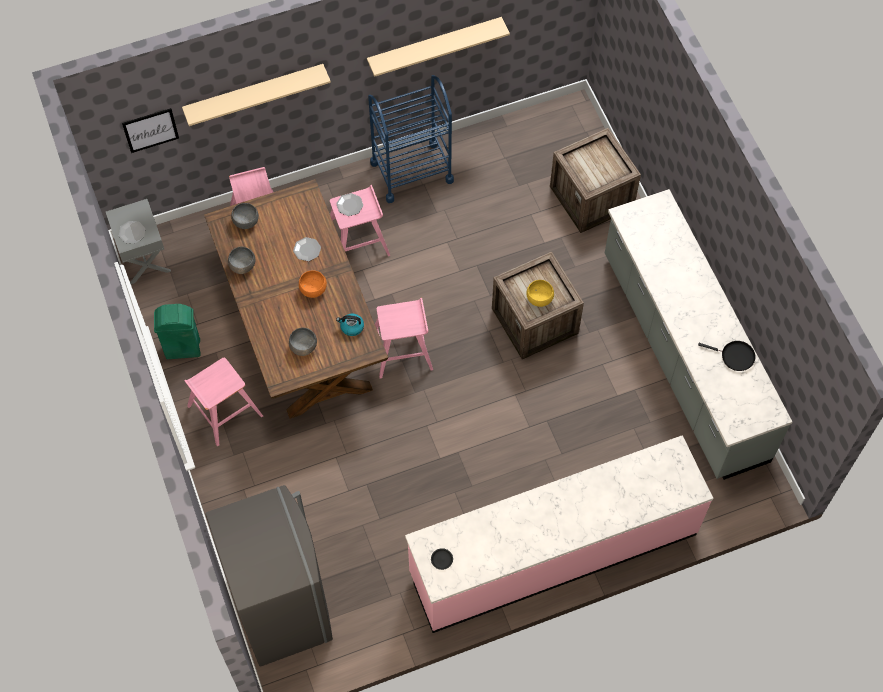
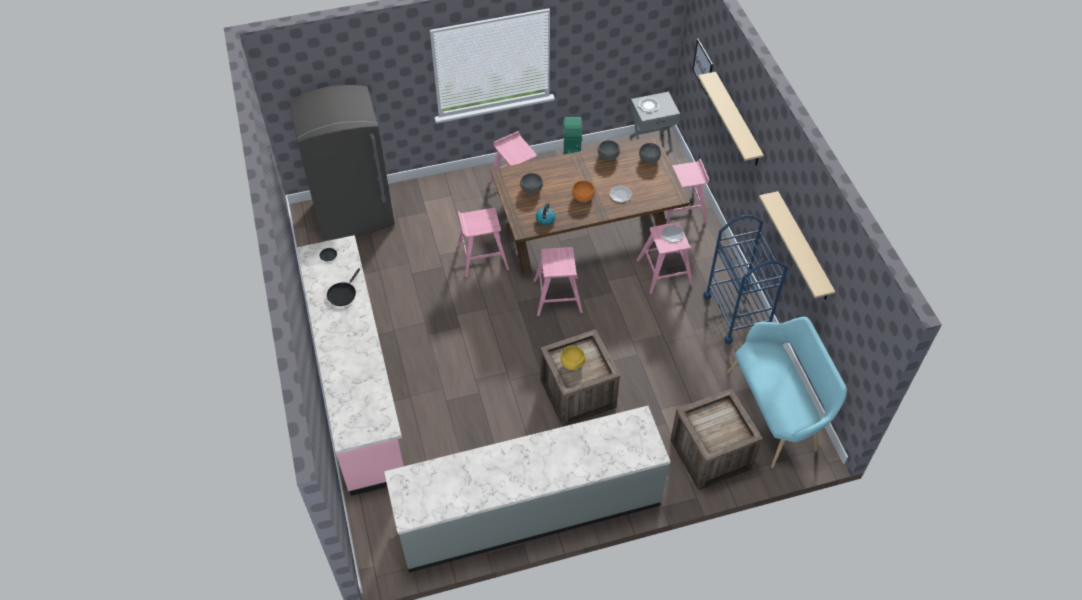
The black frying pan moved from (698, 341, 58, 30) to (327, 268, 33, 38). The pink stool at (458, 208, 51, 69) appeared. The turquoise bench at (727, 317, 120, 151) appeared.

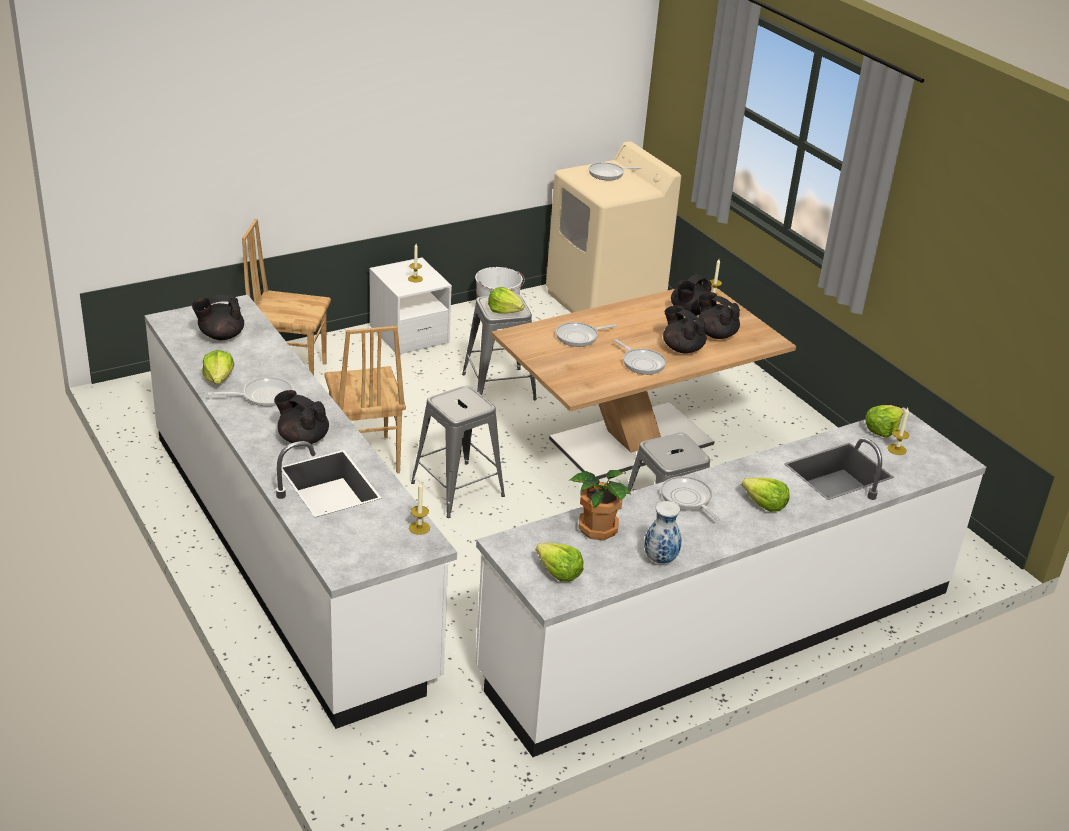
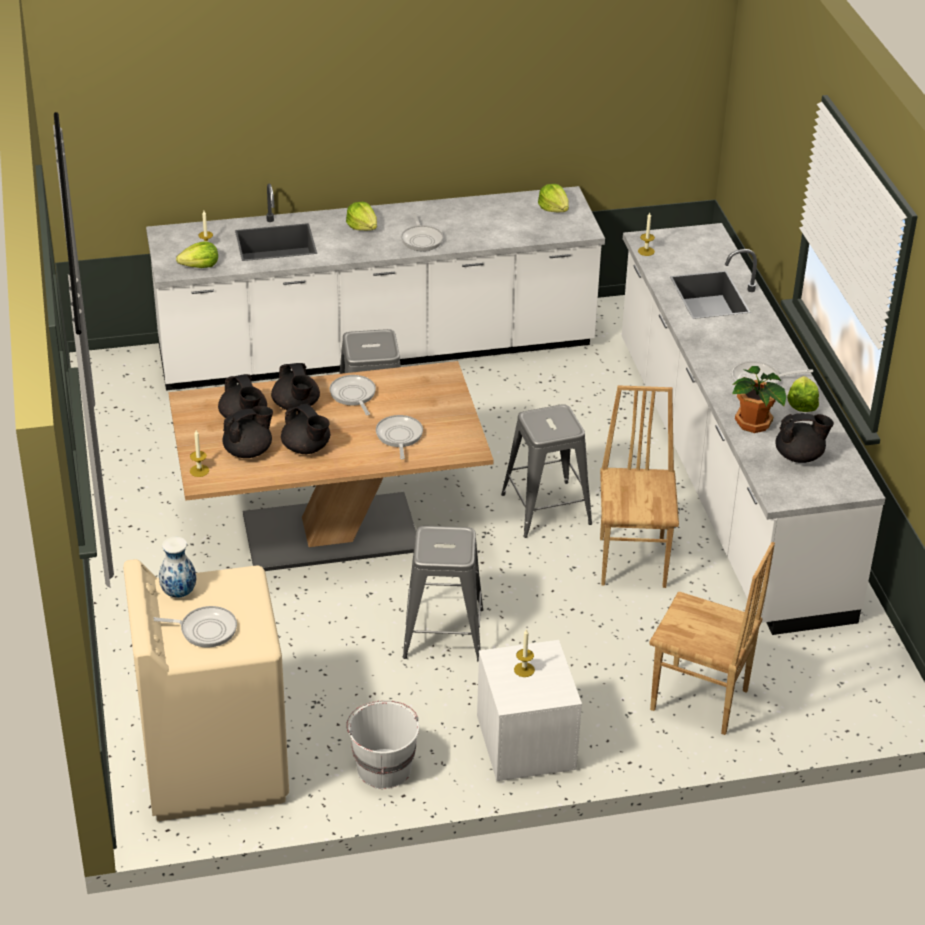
The black teapot moved from (274, 390, 55, 54) to (281, 403, 49, 51). The lettuce at (488, 287, 37, 27) disappeared. The frying pan at (556, 322, 61, 25) turned 90 degrees counterclockwise. The potted plant moved from (568, 470, 64, 70) to (732, 366, 54, 67). The vase moved from (644, 501, 37, 63) to (159, 537, 37, 61).

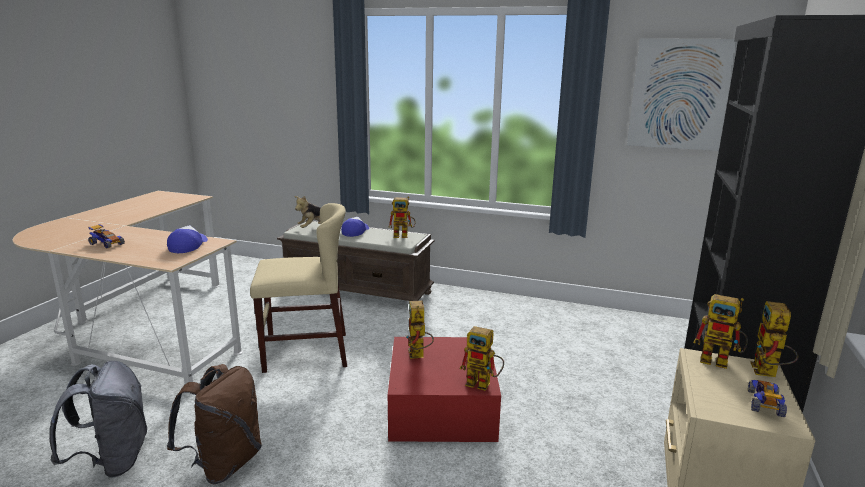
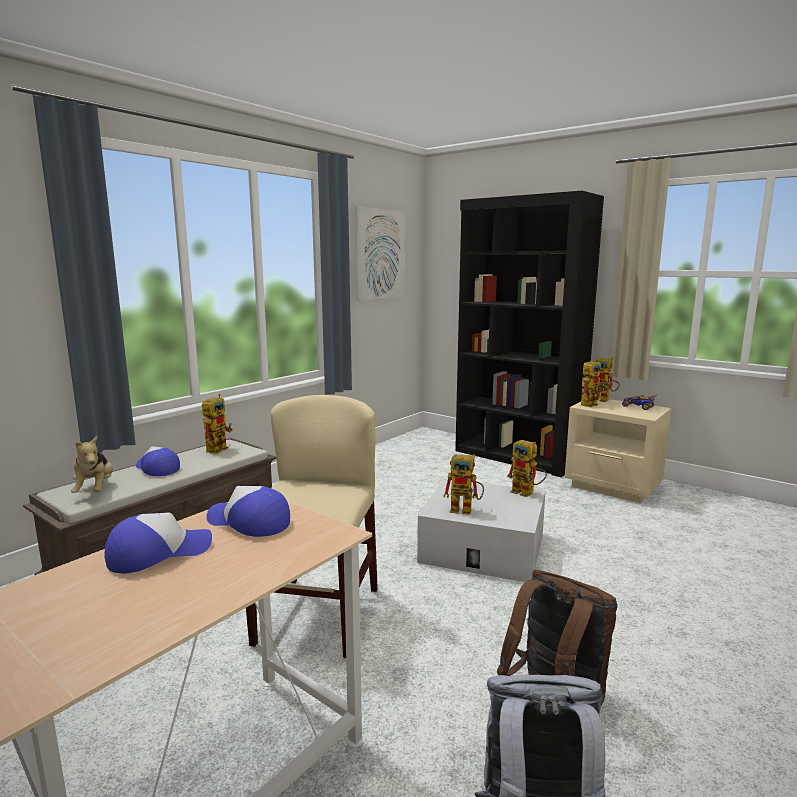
The toy car at (88, 224, 37, 24) disappeared. The red storage box at (388, 337, 113, 105) became the white storage box at (417, 478, 129, 104). The toy robot at (460, 326, 44, 65) turned 90 degrees clockwise. The cap at (104, 513, 108, 61) appeared.

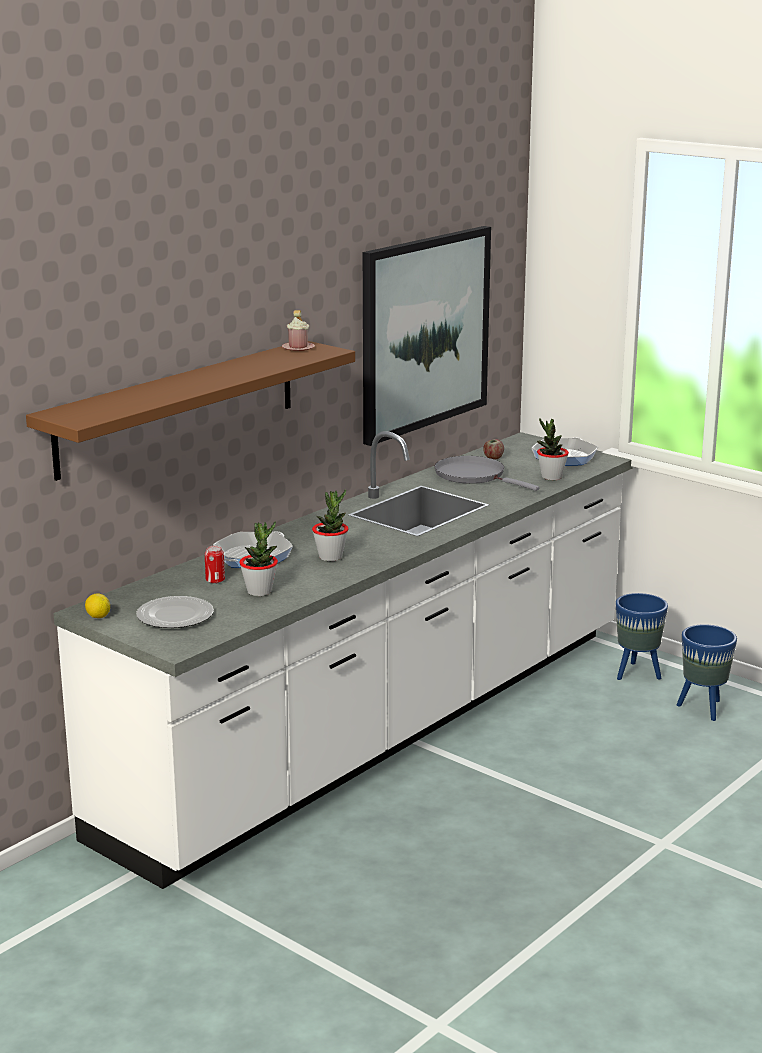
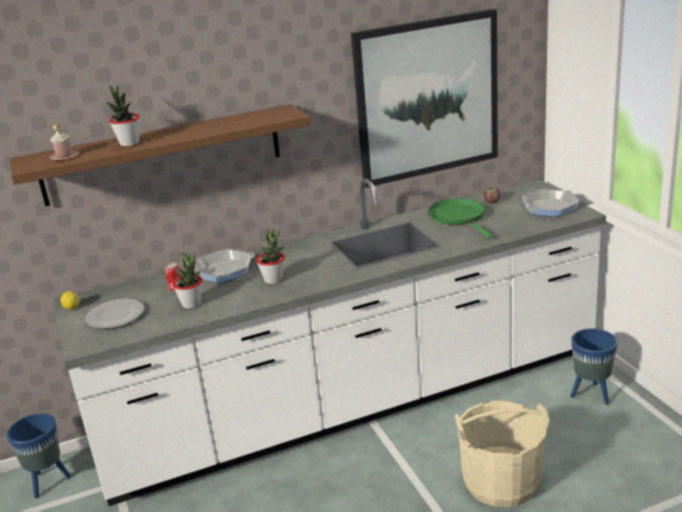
The pink mug moved from (282, 310, 33, 41) to (49, 124, 30, 37). The grey frying pan at (434, 456, 105, 35) became the green frying pan at (428, 198, 64, 40). The potted plant moved from (537, 418, 32, 63) to (106, 84, 34, 62). The blue planter moved from (677, 624, 60, 97) to (7, 413, 64, 85). The beige bucket at (455, 401, 94, 106) appeared.

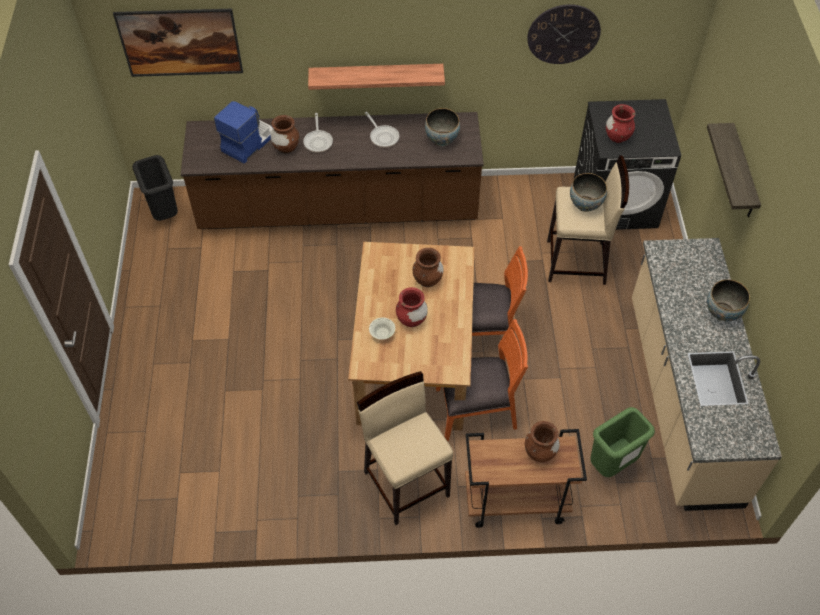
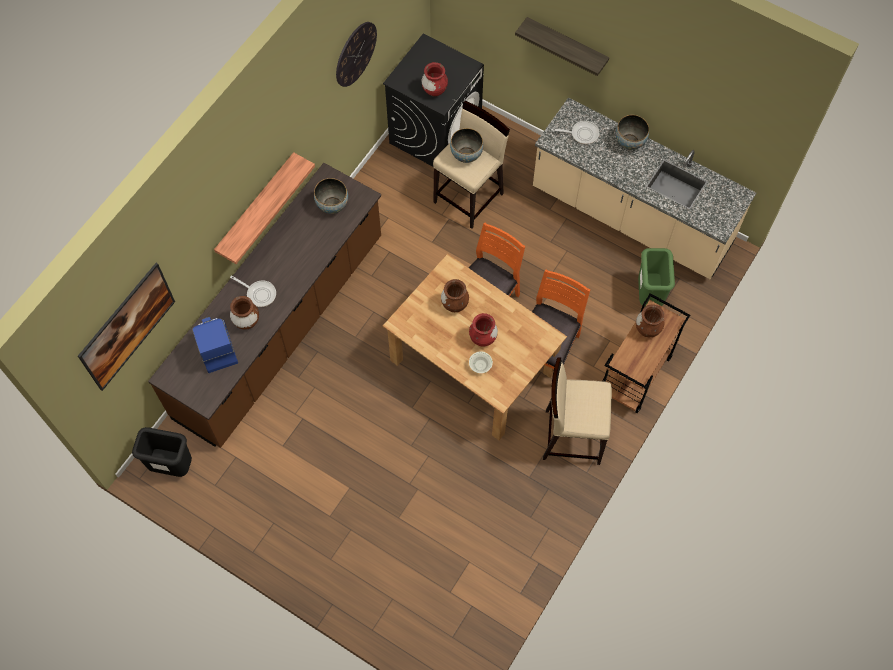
The frying pan moved from (365, 112, 34, 36) to (551, 121, 48, 23).

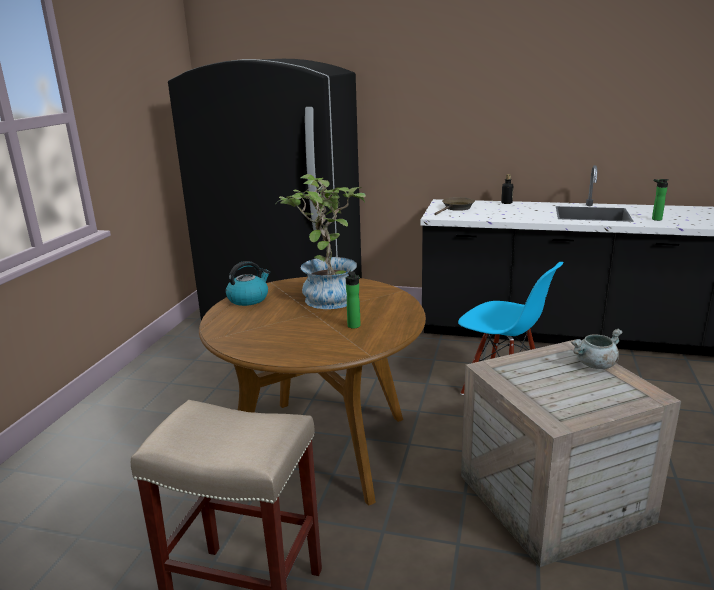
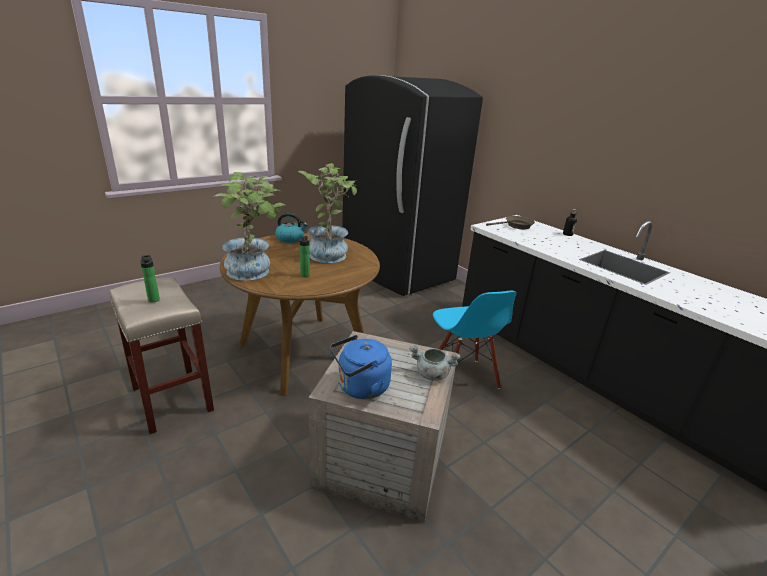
The bottle moved from (652, 179, 17, 42) to (140, 255, 20, 47). The potted plant at (215, 172, 70, 109) appeared. The blue kettle at (330, 335, 62, 64) appeared.

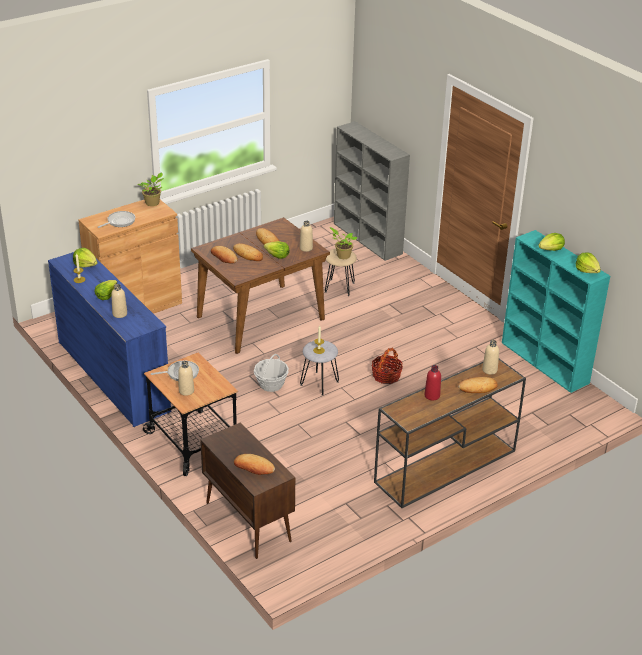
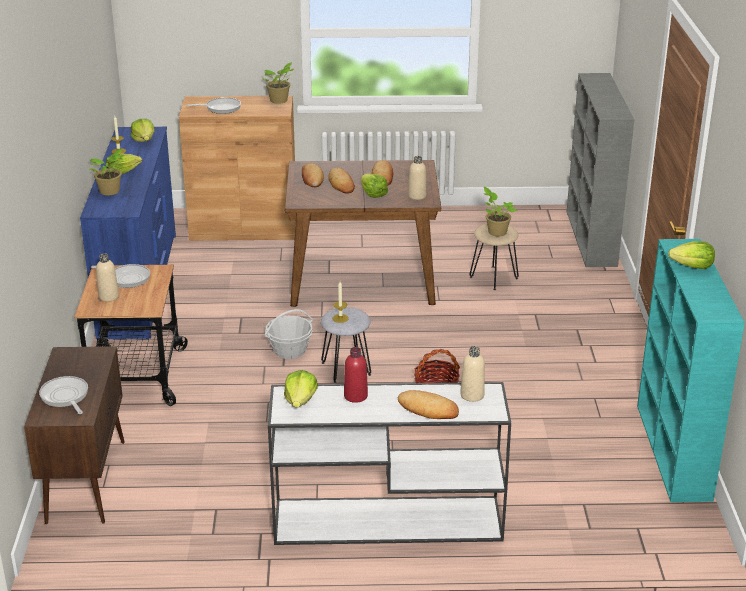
The beige bottle at (111, 284, 16, 34) was replaced by the potted plant at (90, 149, 35, 46). The bread at (234, 454, 41, 21) was replaced by the frying pan at (39, 376, 49, 38). The brown console table at (374, 359, 152, 149) became the white console table at (268, 382, 243, 163). The lettuce moved from (576, 252, 25, 21) to (284, 370, 34, 37).

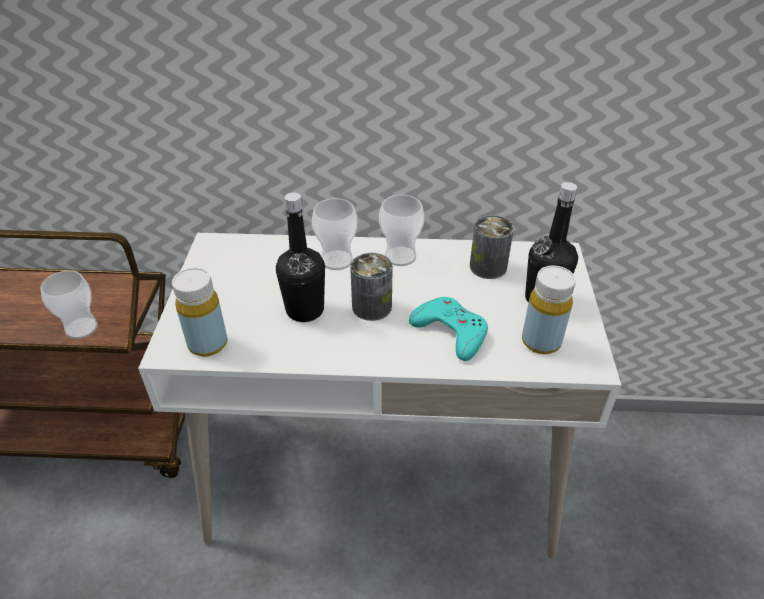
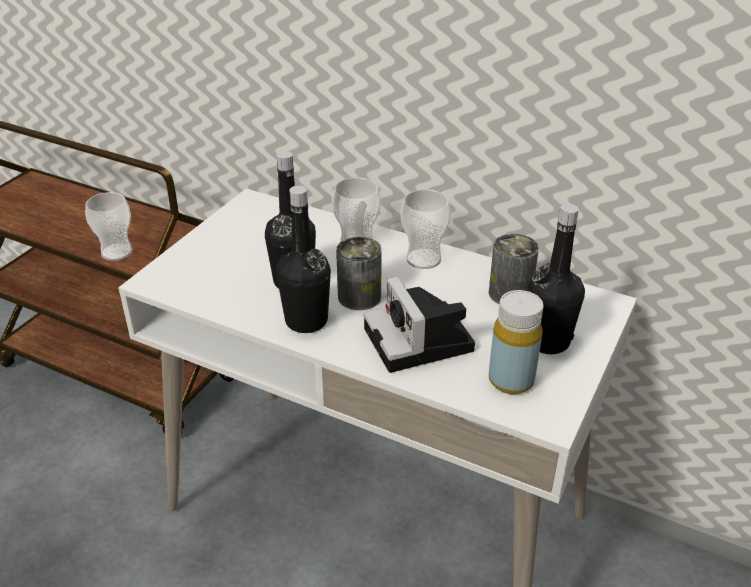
The yellow bottle at (172, 268, 56, 88) disappeared. The turquoise game controller at (409, 297, 79, 64) was replaced by the photo camera at (364, 276, 111, 97). The black bottle at (276, 185, 55, 148) appeared.

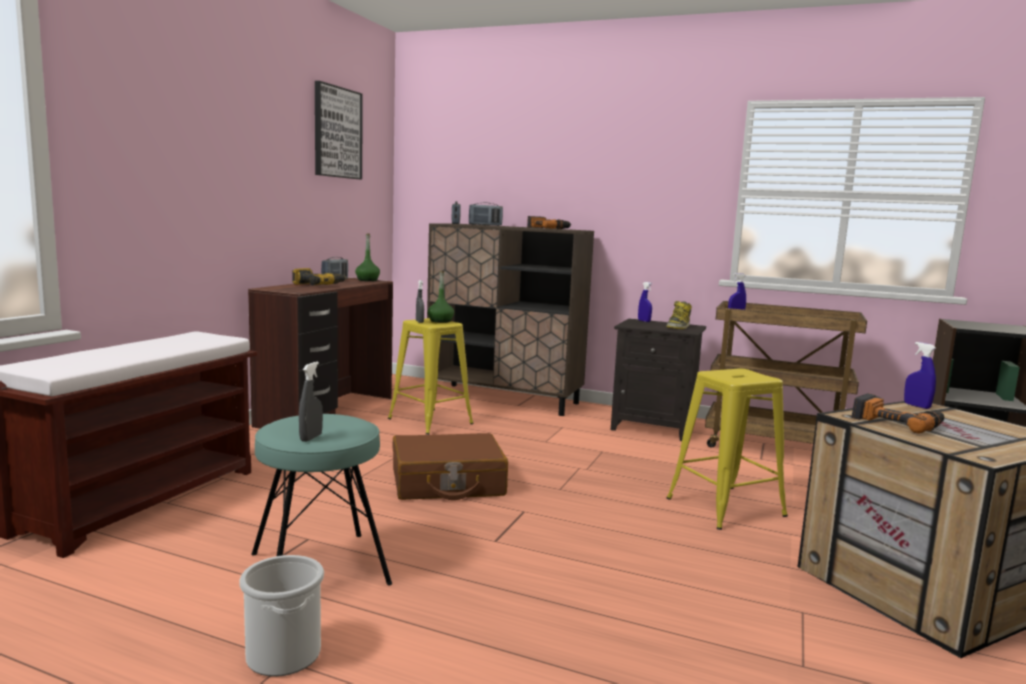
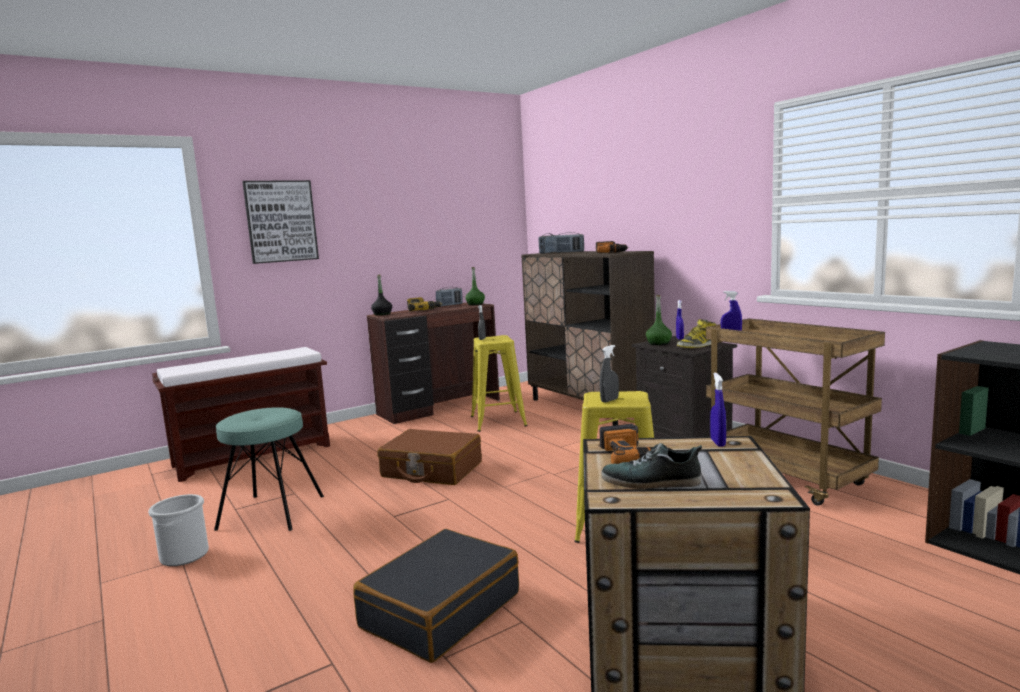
The grey spray bottle moved from (299, 362, 24, 80) to (600, 345, 19, 58). The picture moved from (315, 81, 48, 98) to (242, 180, 77, 84). The green bottle moved from (428, 271, 26, 52) to (646, 295, 26, 50). The black suitcase at (353, 529, 166, 134) appeared. The black bottle at (371, 275, 21, 41) appeared. The shoe at (601, 443, 101, 46) appeared.

